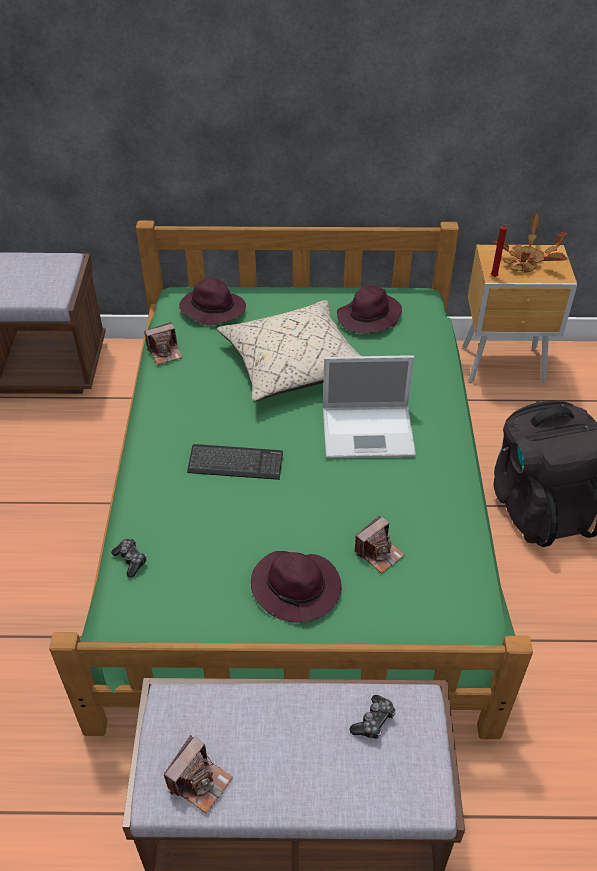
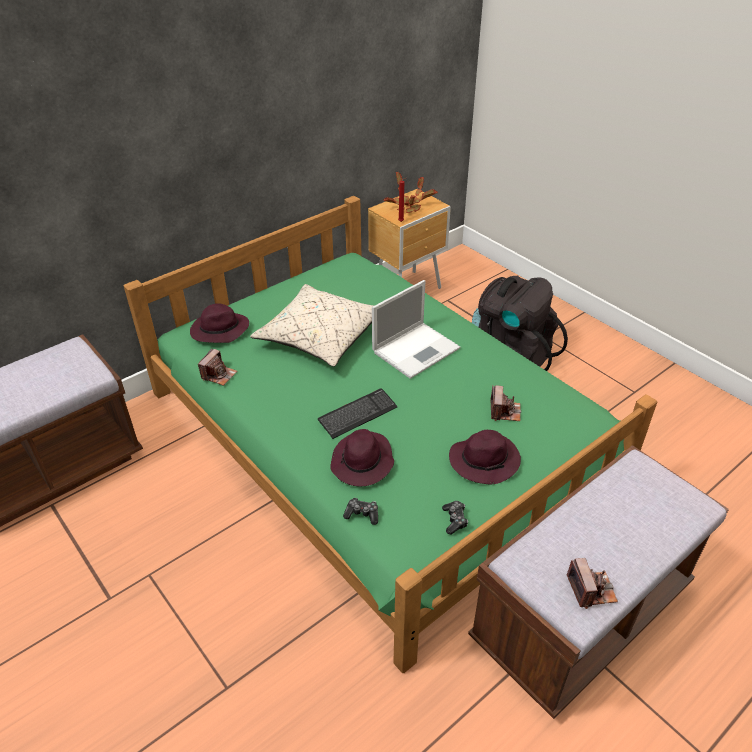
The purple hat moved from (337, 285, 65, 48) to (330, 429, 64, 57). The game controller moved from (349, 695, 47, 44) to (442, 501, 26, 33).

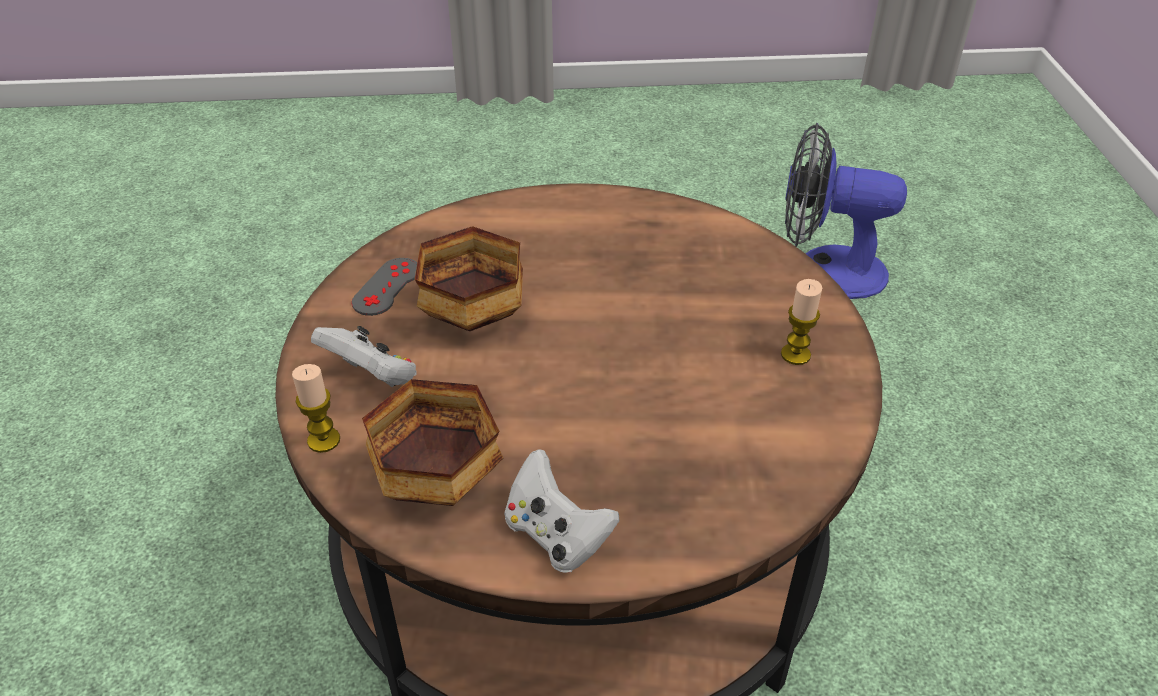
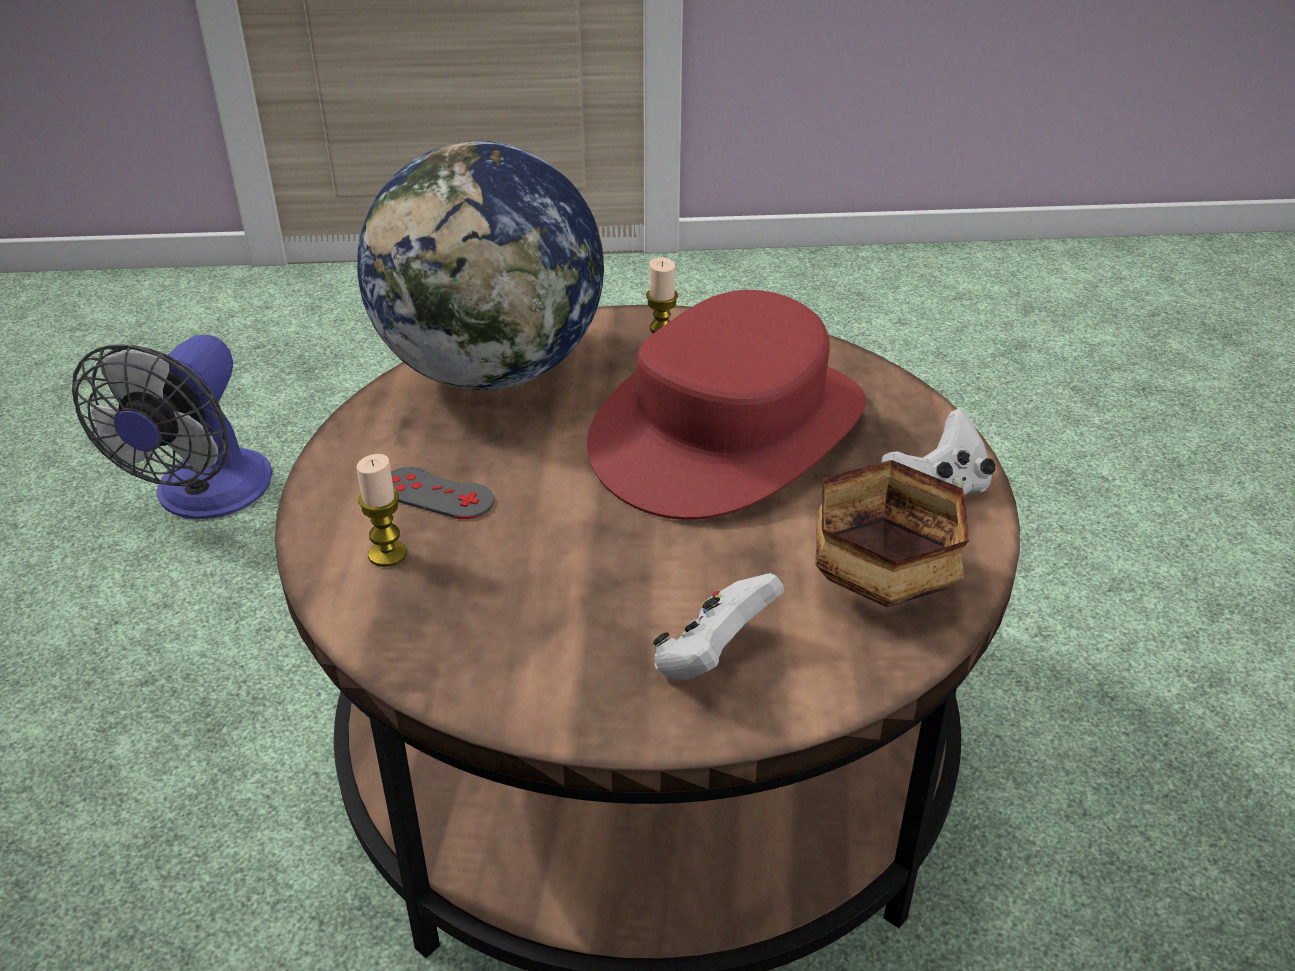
The candle moved from (292, 364, 48, 89) to (357, 454, 50, 113). The grey game controller moved from (351, 258, 66, 58) to (391, 467, 103, 52). The bowl at (415, 226, 108, 105) disappeared. The globe at (357, 141, 247, 249) appeared. The red hat at (587, 290, 279, 230) appeared.

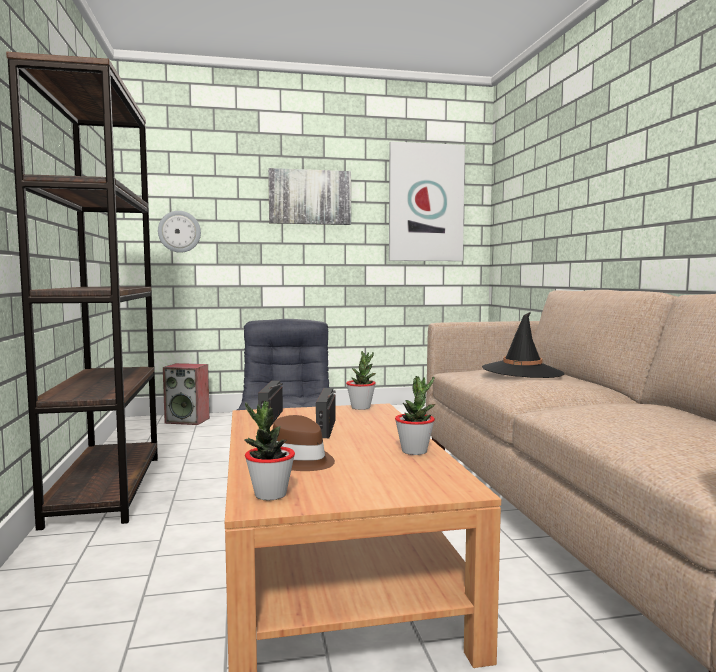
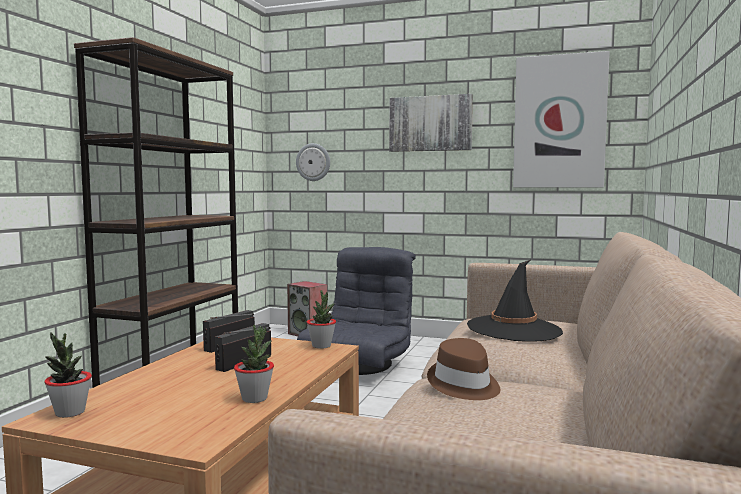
The brown hat moved from (273, 415, 62, 56) to (427, 338, 73, 62).

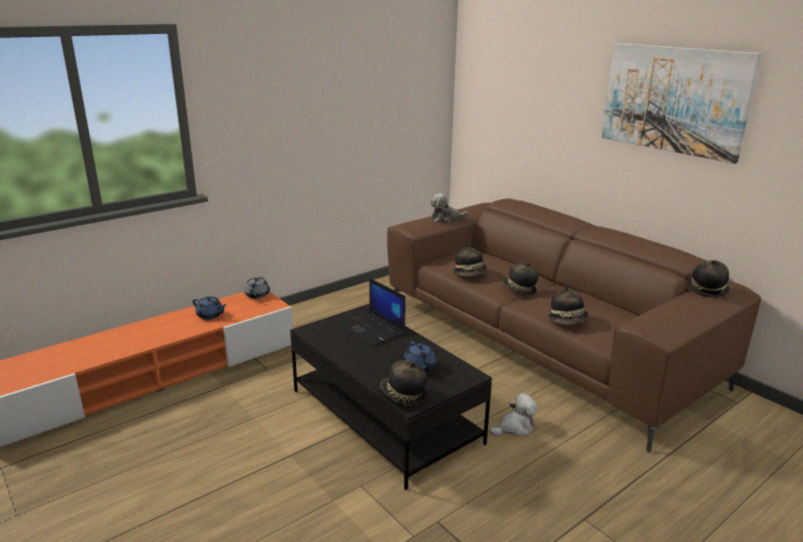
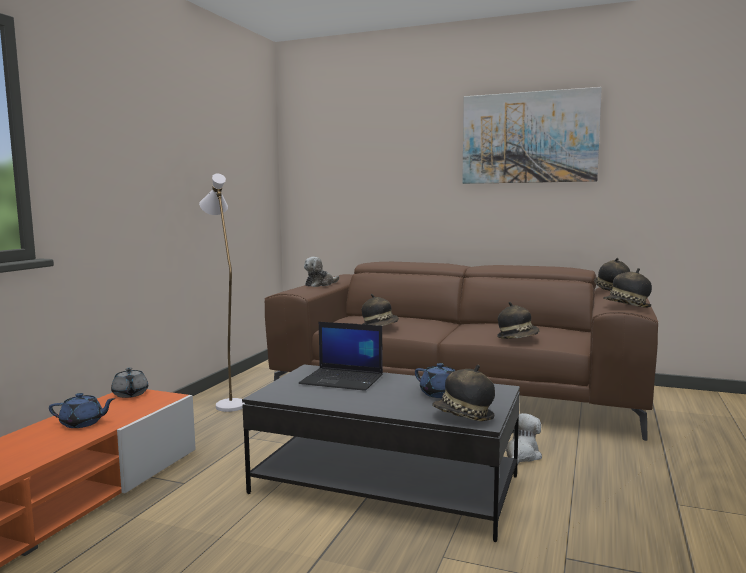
The hat moved from (501, 263, 37, 32) to (603, 268, 49, 40). The white floor lamp at (199, 174, 45, 238) appeared.

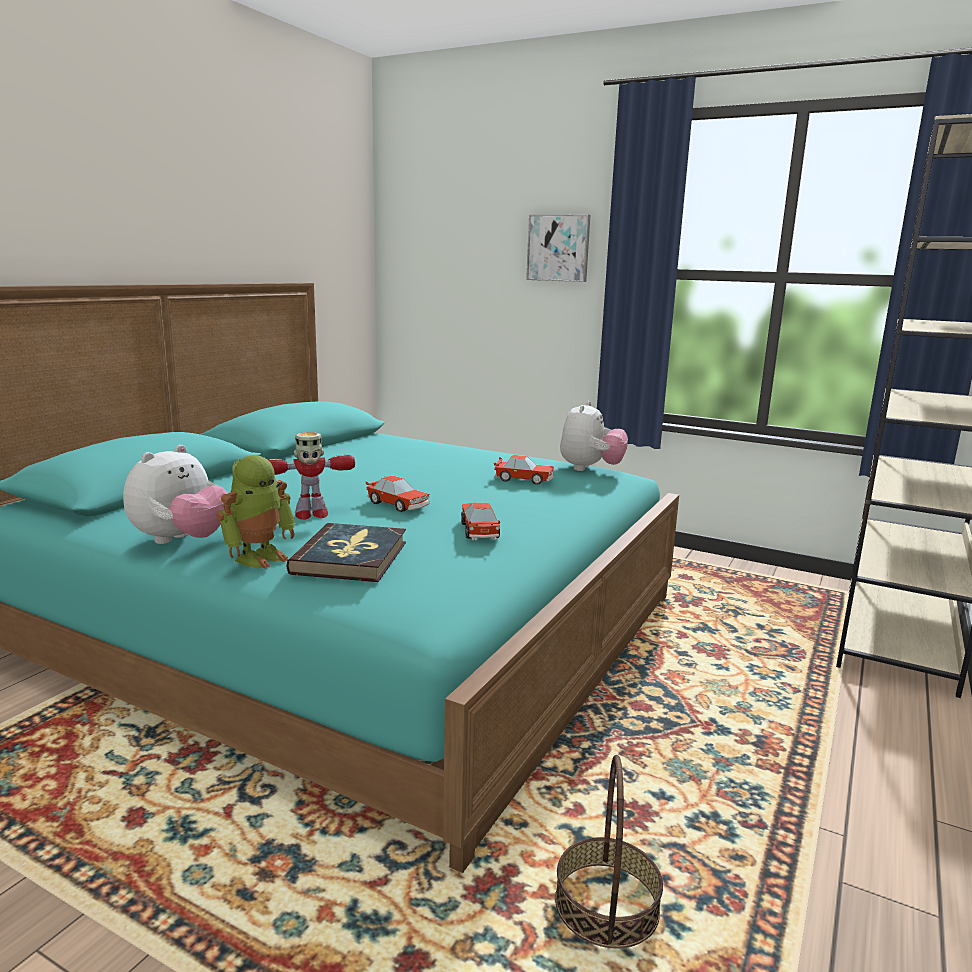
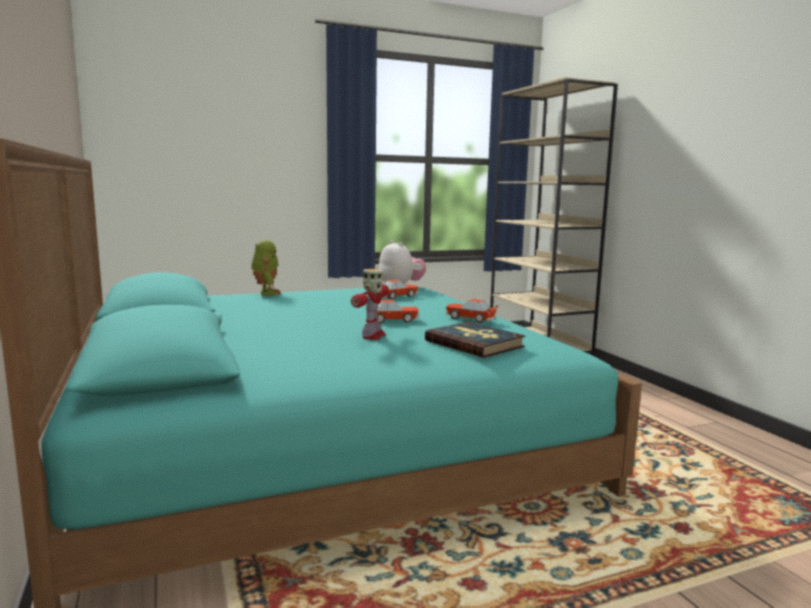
The plush toy at (123, 445, 105, 99) disappeared. The toy robot moved from (216, 455, 79, 114) to (251, 240, 30, 56). The picture at (526, 215, 64, 67) disappeared. The basket at (555, 755, 108, 193) disappeared.

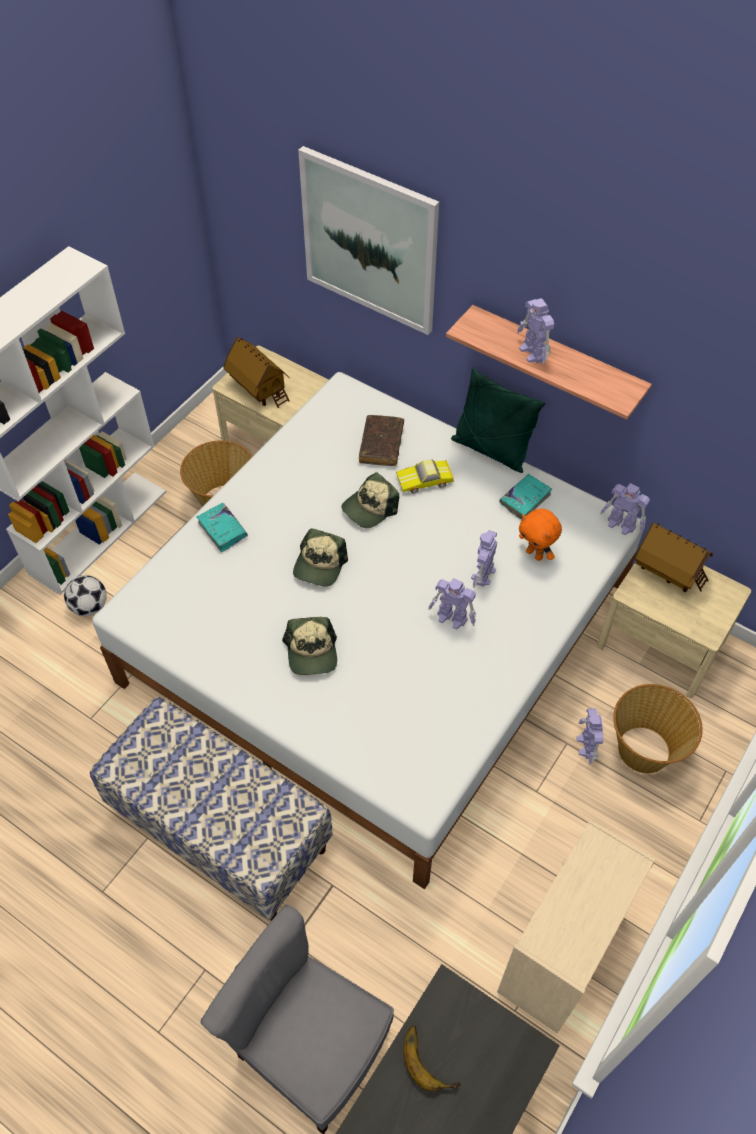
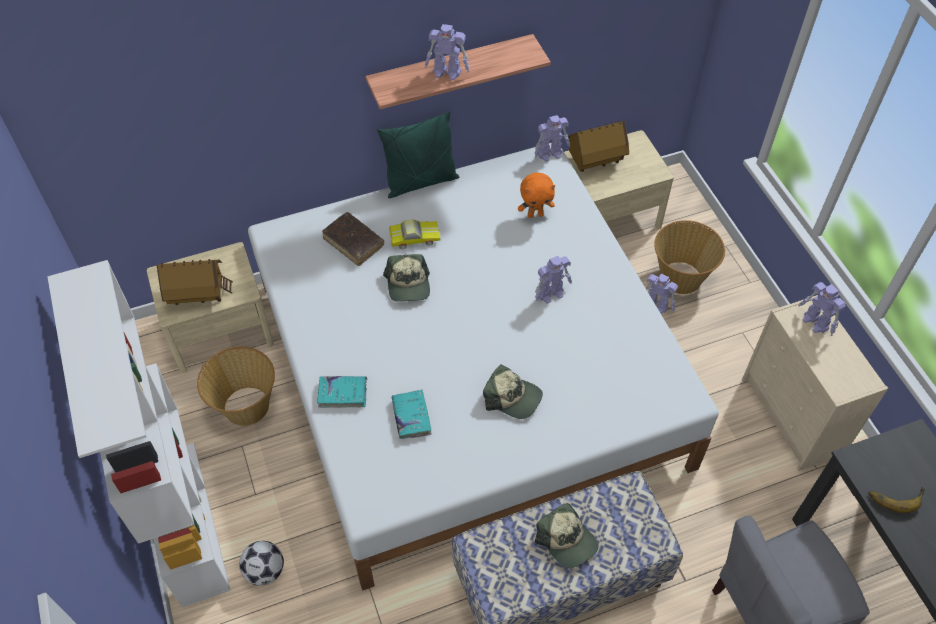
The cap moved from (293, 529, 55, 58) to (535, 503, 63, 65). The picture at (298, 146, 141, 189) disappeared. The toy car at (396, 459, 58, 35) turned 120 degrees counterclockwise. The toy robot moved from (471, 530, 26, 58) to (799, 282, 47, 54). The turquoise book moved from (499, 474, 53, 46) to (392, 390, 39, 49).

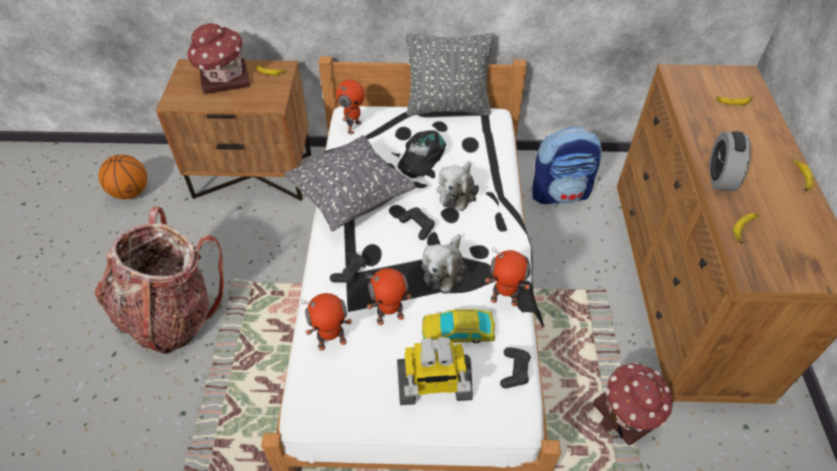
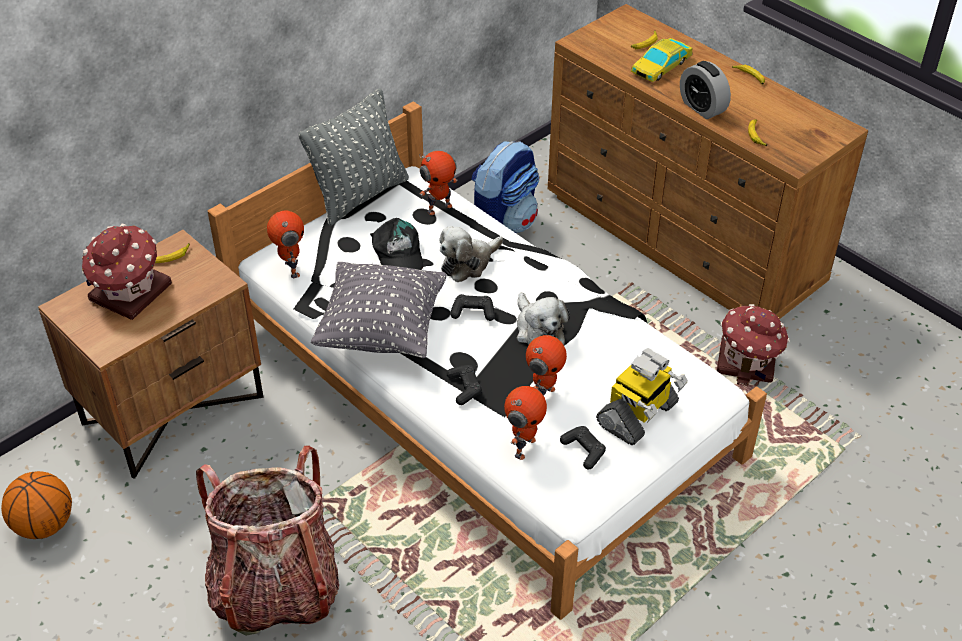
The toy car moved from (422, 309, 73, 34) to (631, 38, 62, 44). The plush toy at (437, 161, 42, 50) turned 75 degrees clockwise. The toy robot moved from (485, 247, 45, 59) to (419, 151, 39, 64). The black game controller moved from (500, 347, 31, 41) to (560, 426, 46, 44).

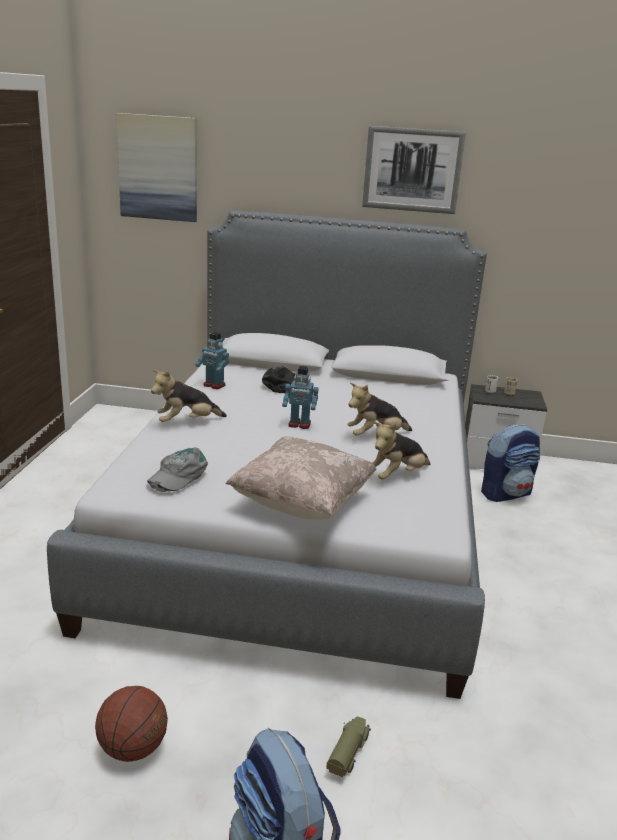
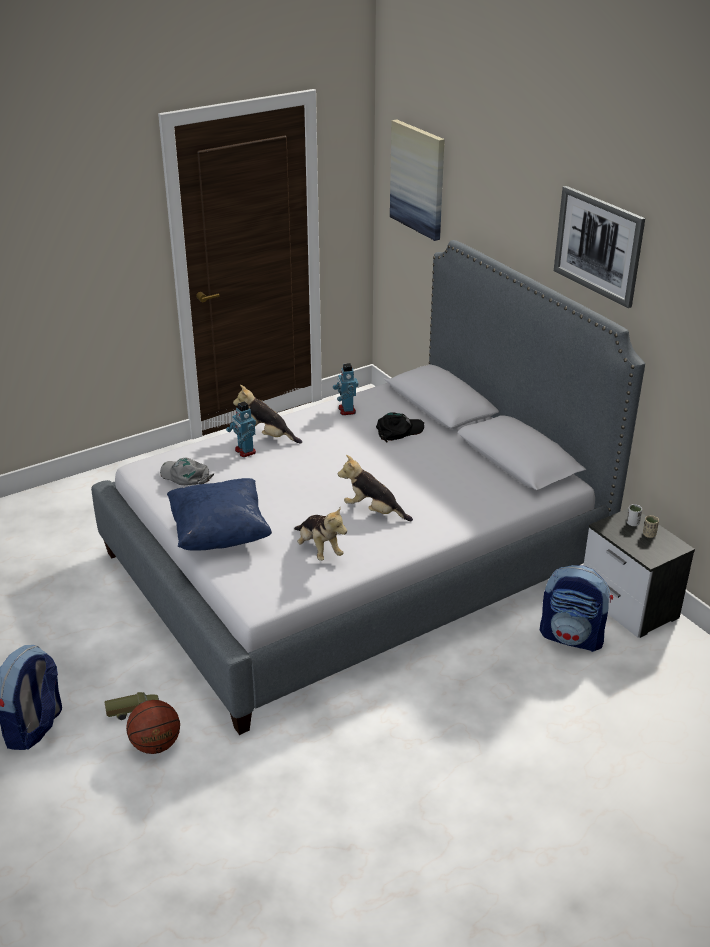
The basketball moved from (95, 686, 73, 76) to (126, 700, 54, 54). The grey cap at (147, 447, 61, 45) turned 45 degrees clockwise. The beige pillow at (226, 436, 150, 84) became the blue pillow at (167, 478, 105, 73). The toy robot moved from (282, 366, 37, 63) to (226, 401, 30, 56). The plush toy at (372, 422, 58, 58) turned 135 degrees counterclockwise.

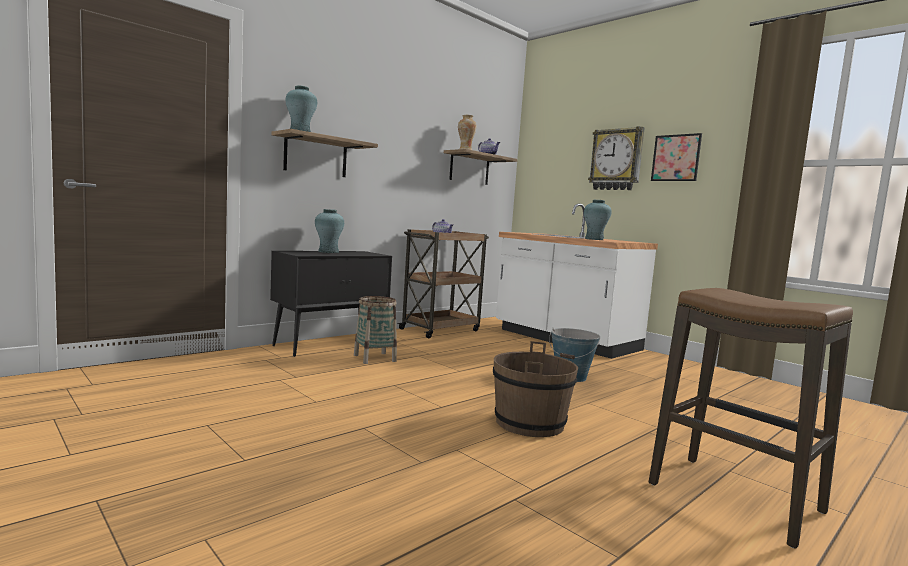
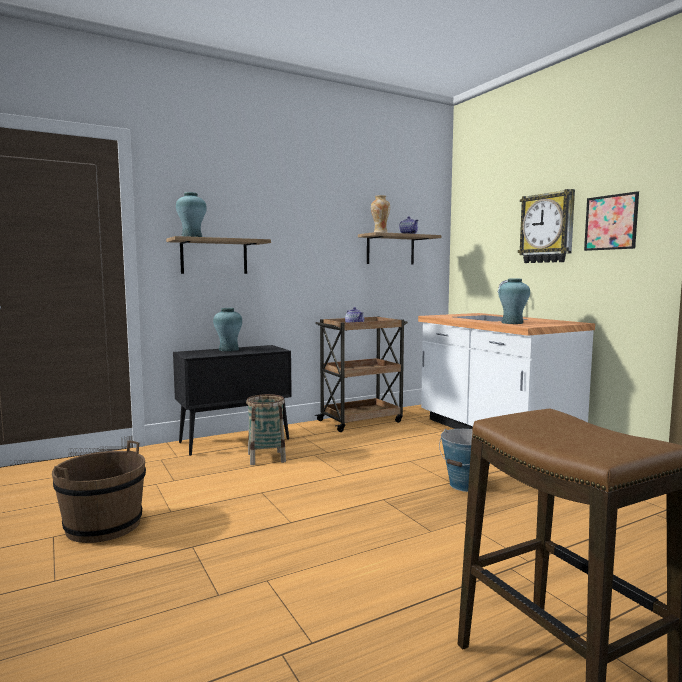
The brown bucket moved from (493, 341, 85, 96) to (52, 440, 94, 103).

